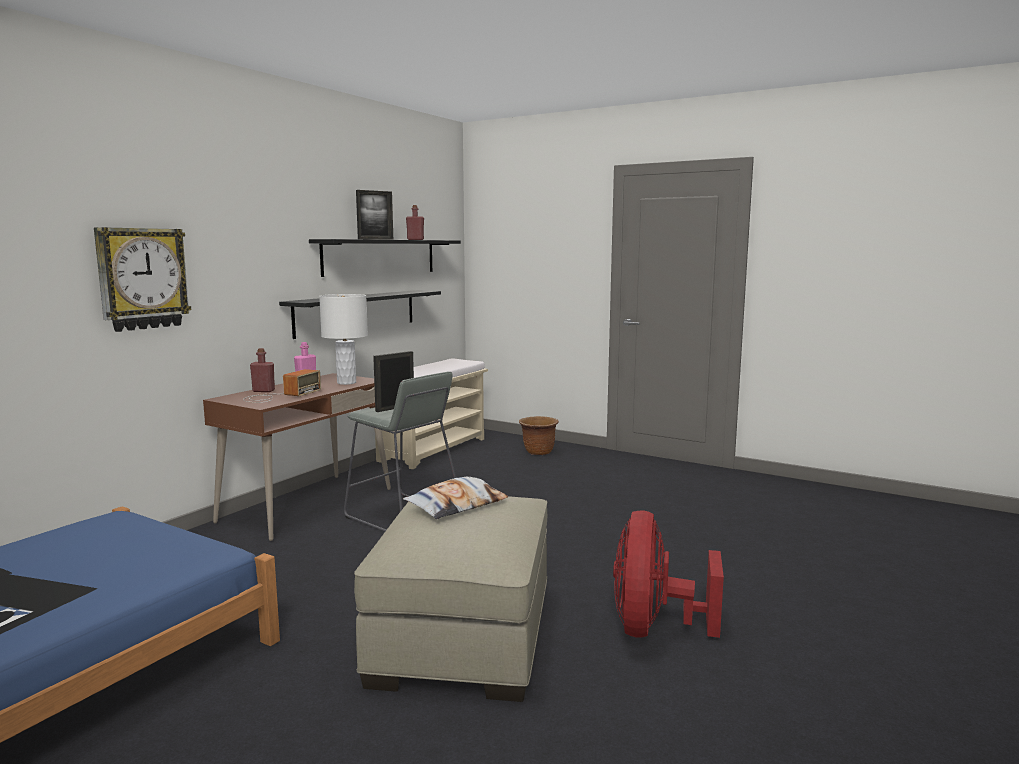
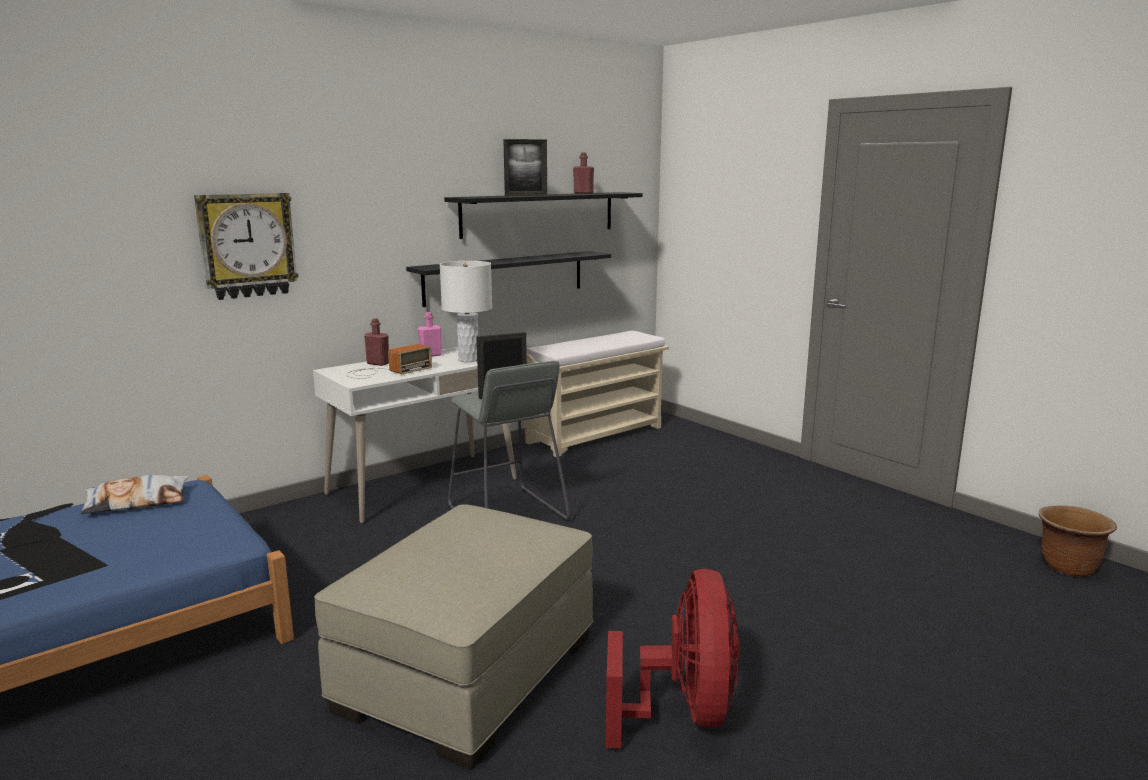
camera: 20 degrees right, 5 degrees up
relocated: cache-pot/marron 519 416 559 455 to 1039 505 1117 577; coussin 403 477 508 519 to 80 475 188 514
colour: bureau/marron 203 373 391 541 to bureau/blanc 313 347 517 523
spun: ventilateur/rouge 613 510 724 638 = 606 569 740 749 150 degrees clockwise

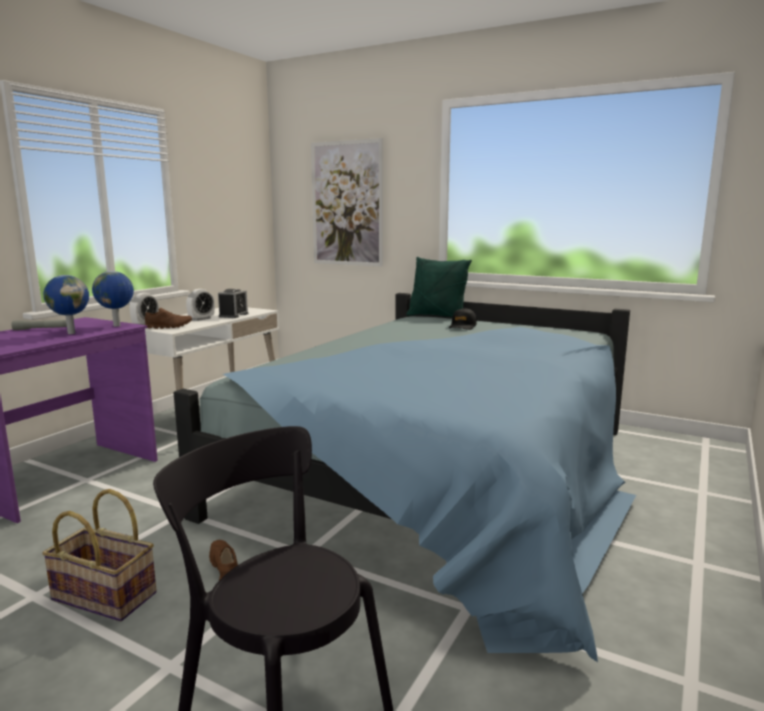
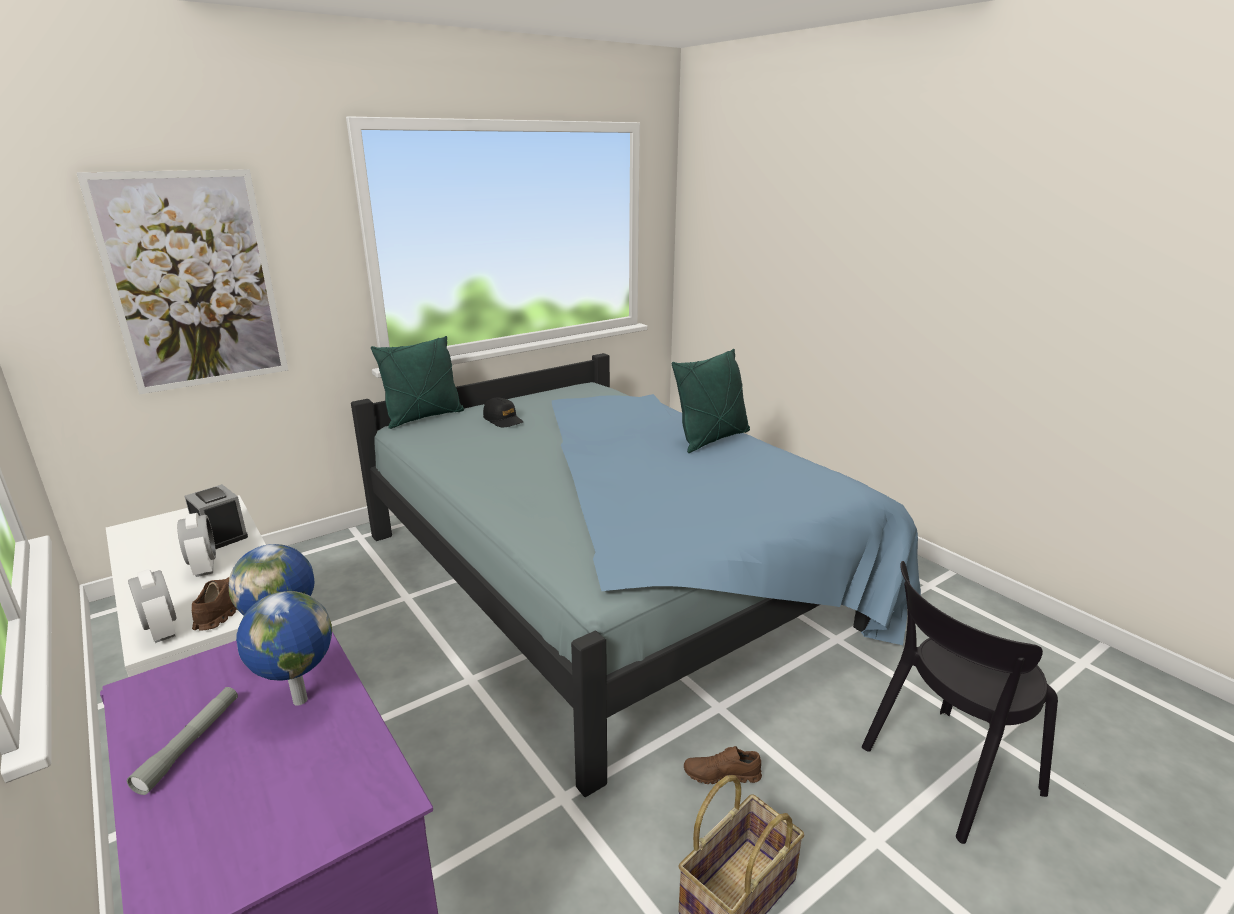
camera: 65 degrees left, 10 degrees up
appeared: coussin/vert 672 349 750 453

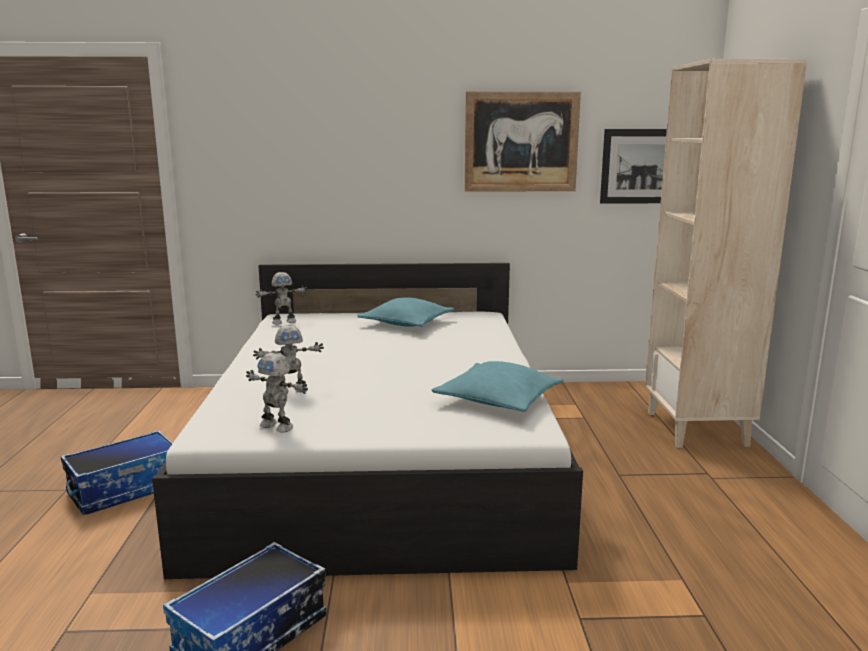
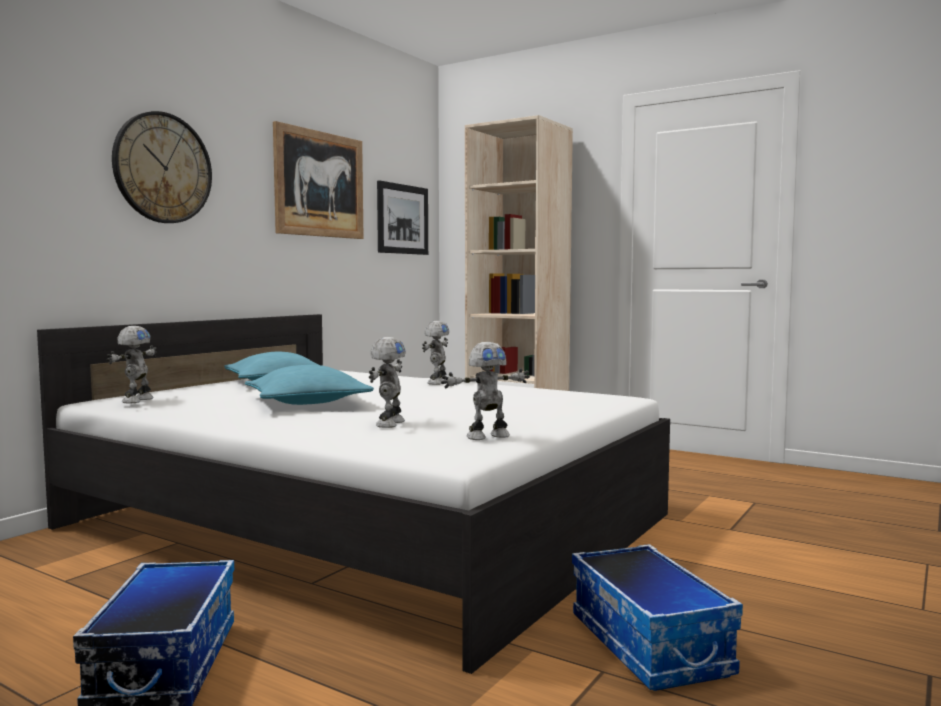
camera: 55 degrees left, 10 degrees down
appeared: horloge murale 112 111 212 223; robot jouet 422 321 449 385
relocated: coussin/turquoise 432 361 564 412 to 245 365 374 405

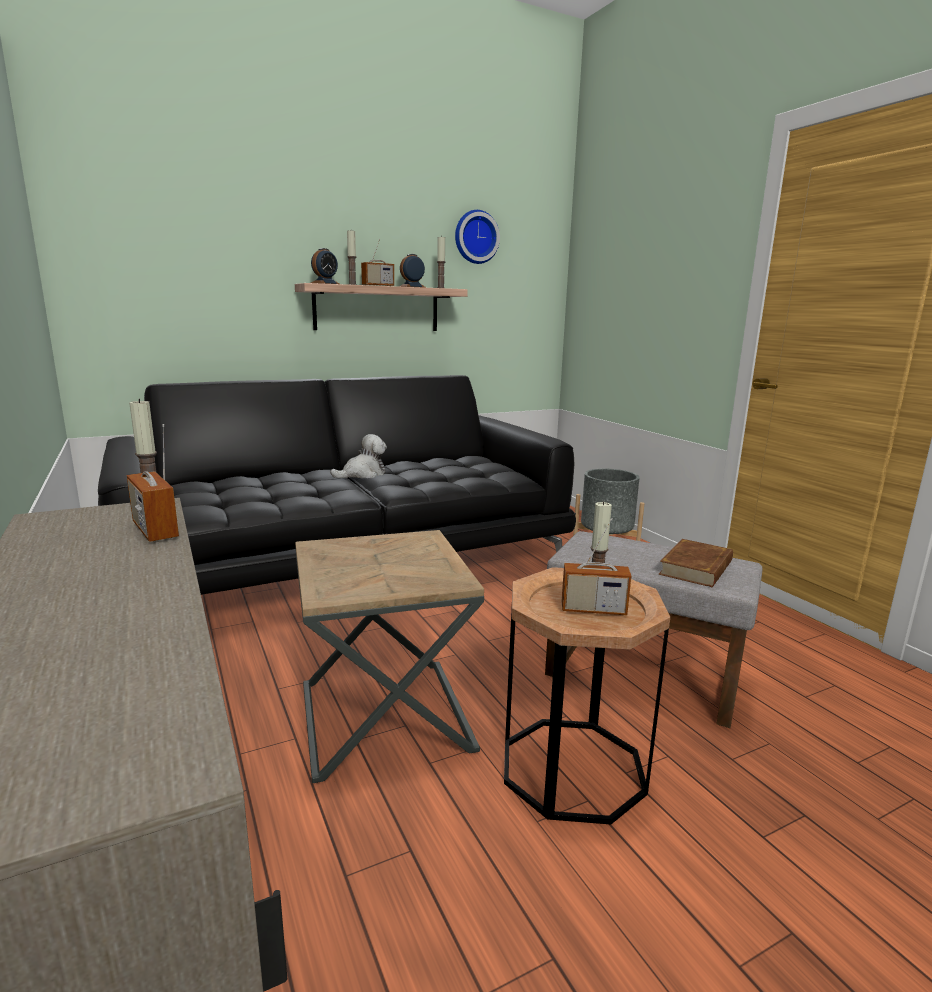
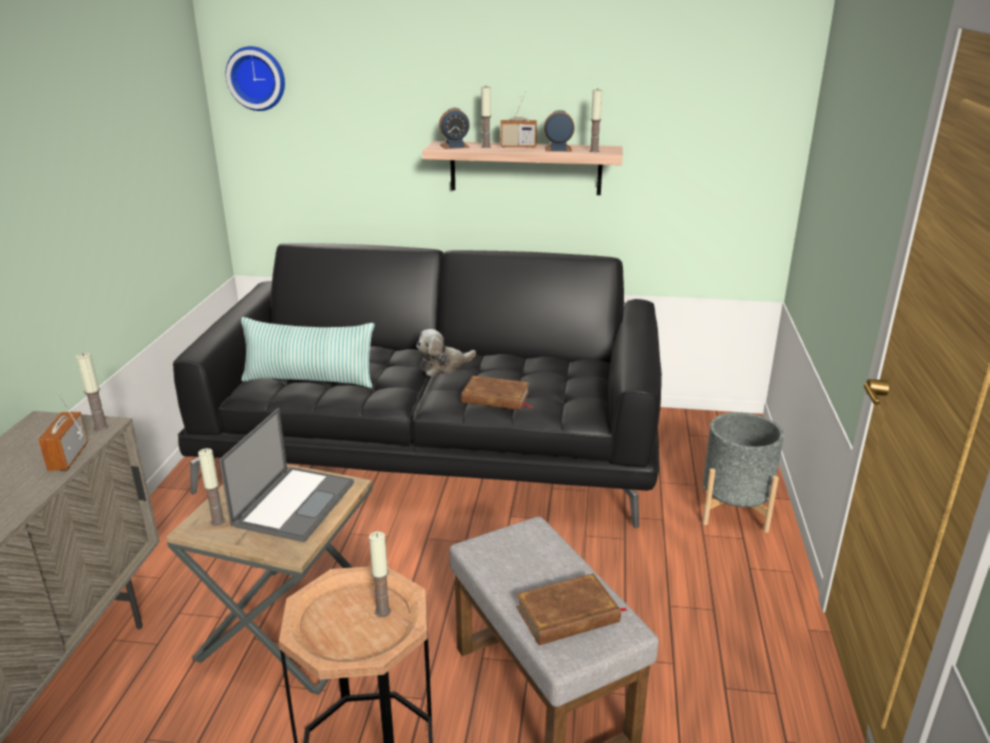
camera: 35 degrees right, 10 degrees up
missing: radio 562 518 631 615
appeared: coussin 241 317 374 388; livre/marron 461 376 533 410; ordinateur portable 219 408 354 542; bougie 198 448 226 526
relocated: horloge murale 455 210 500 264 to 226 46 285 111
spun: peluche 330 434 387 478 = 416 329 476 376 150 degrees clockwise

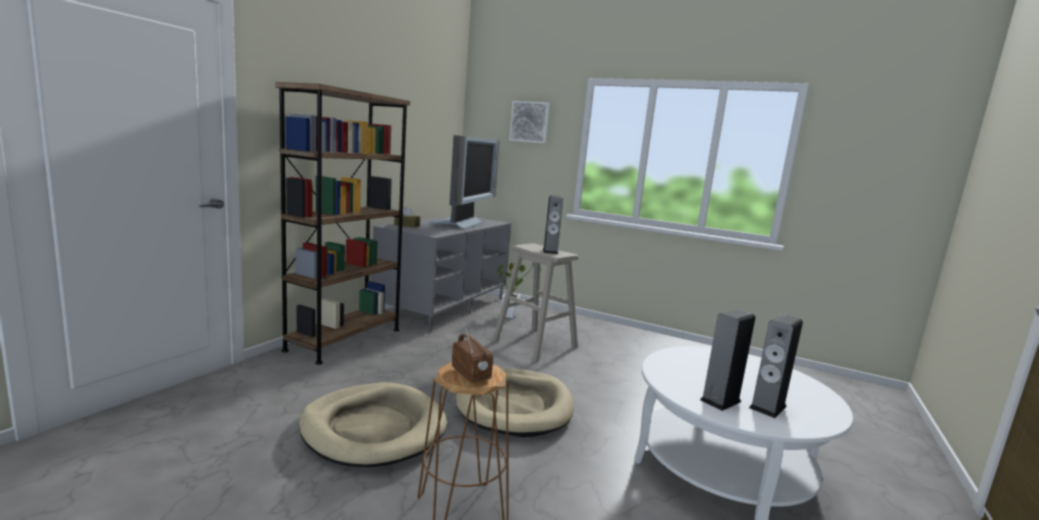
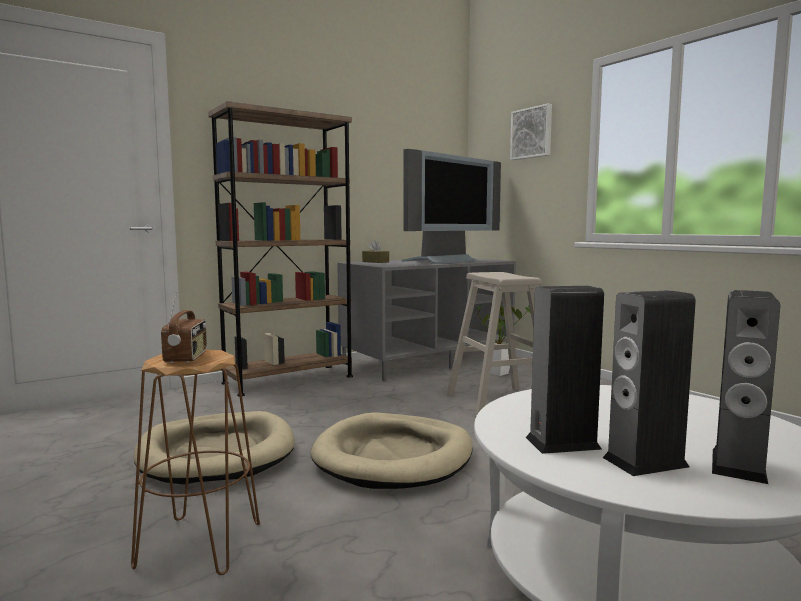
camera: 30 degrees right, 5 degrees down
relocated: enceinte 543 195 563 254 to 712 290 780 484

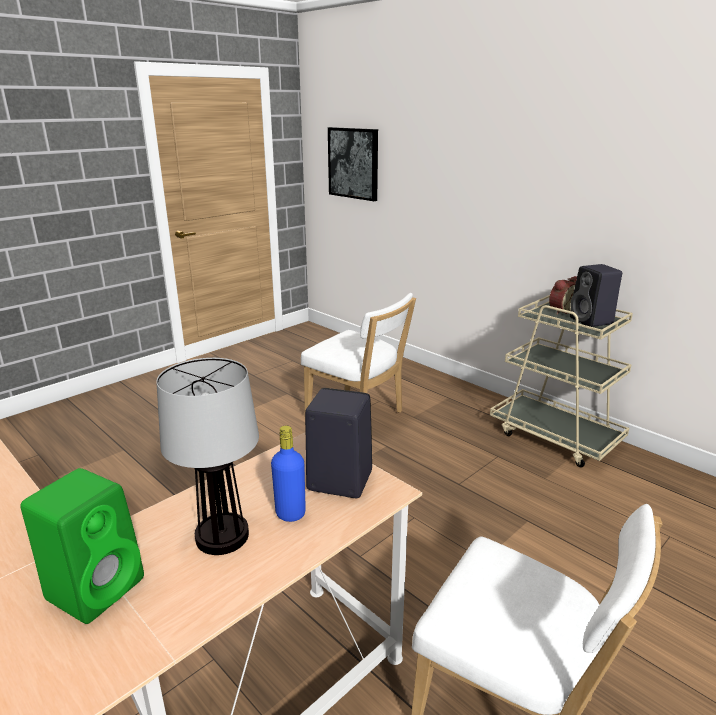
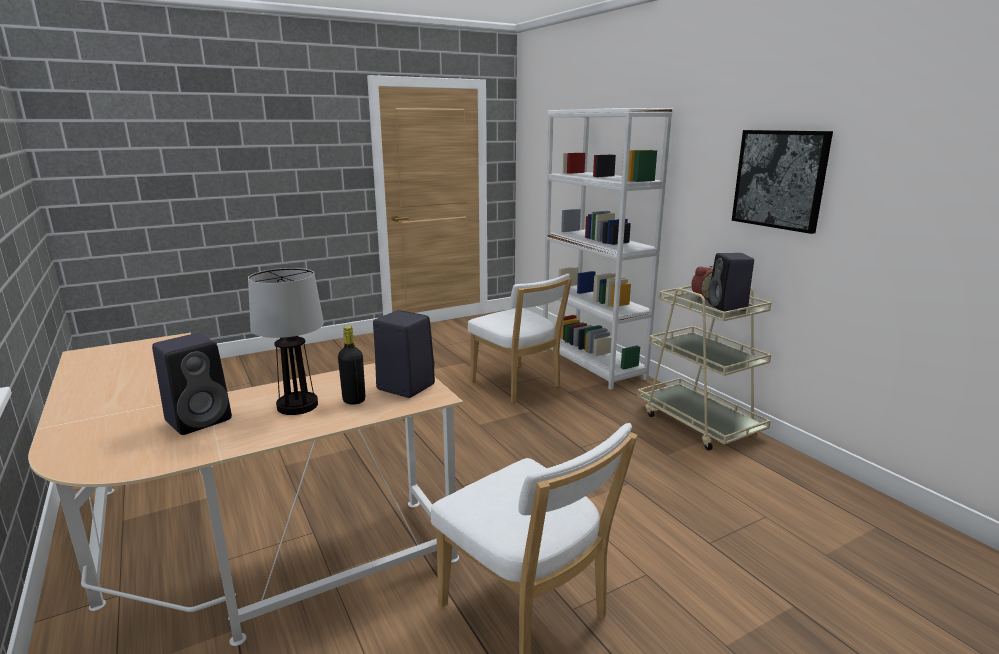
camera: 15 degrees right, 5 degrees down
appeared: bibliothèque/blanc 543 108 673 390
relocated: tableau 328 127 378 201 to 732 130 833 234
colour: bouteille/bleu 271 426 306 522 to bouteille/noir 338 326 365 404; enceinte/vert 20 468 144 624 to enceinte/noir 152 333 232 435

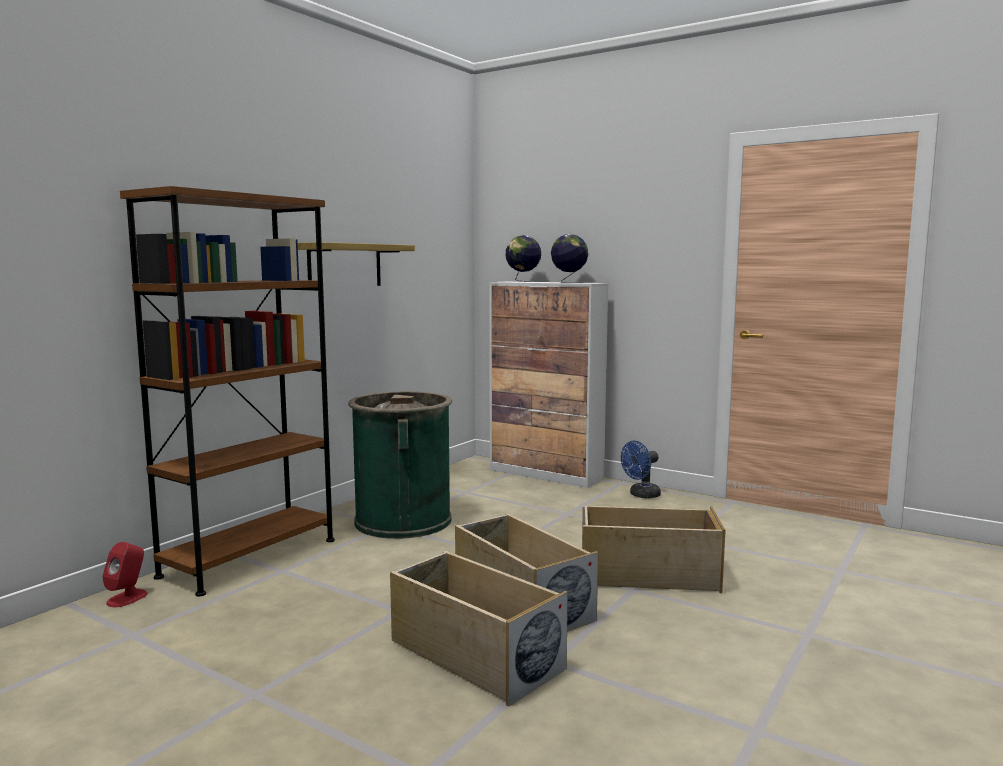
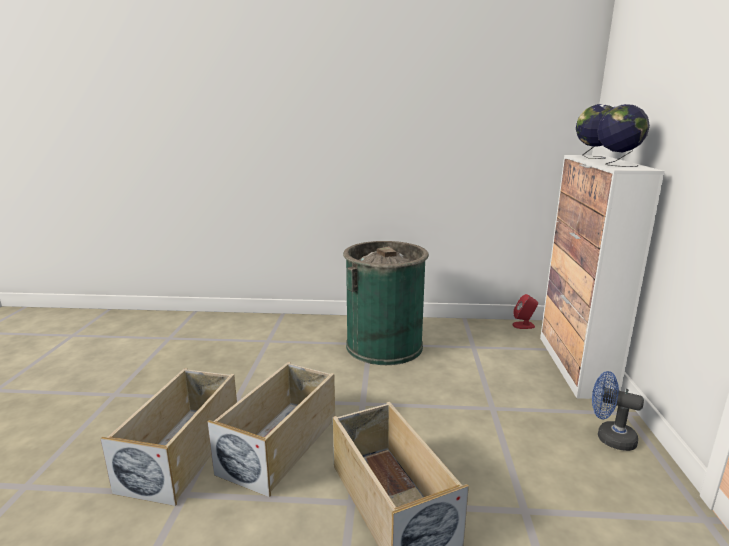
camera: 60 degrees right, 10 degrees up
missing: bibliothèque/marron 120 186 335 597; étagère 298 242 415 286
relocated: enceinte/rouge 102 542 148 607 to 512 294 538 329

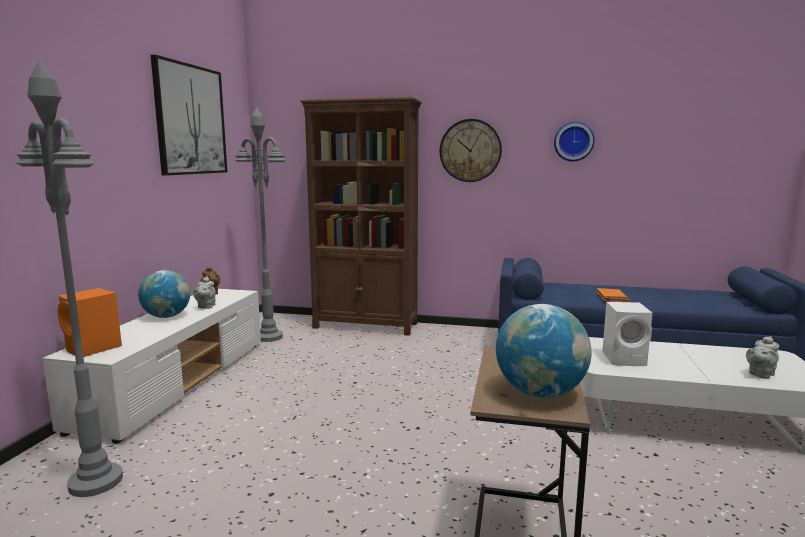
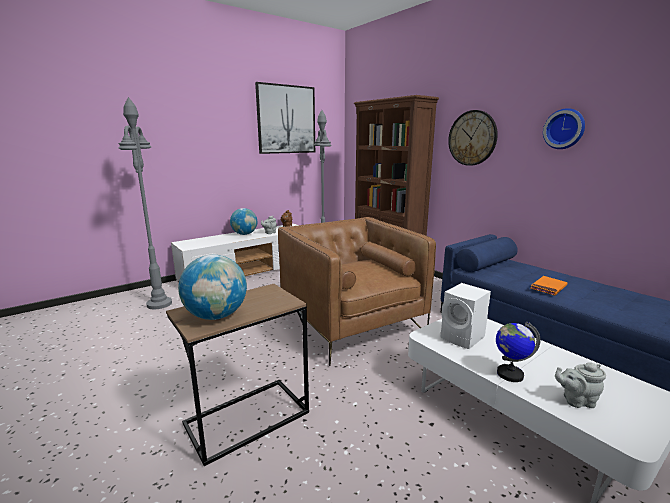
camera: 40 degrees right, 5 degrees up
missing: enceinte/orange 58 288 122 357
appeared: fauteuil/marron 278 217 436 366; globe 496 322 541 382

